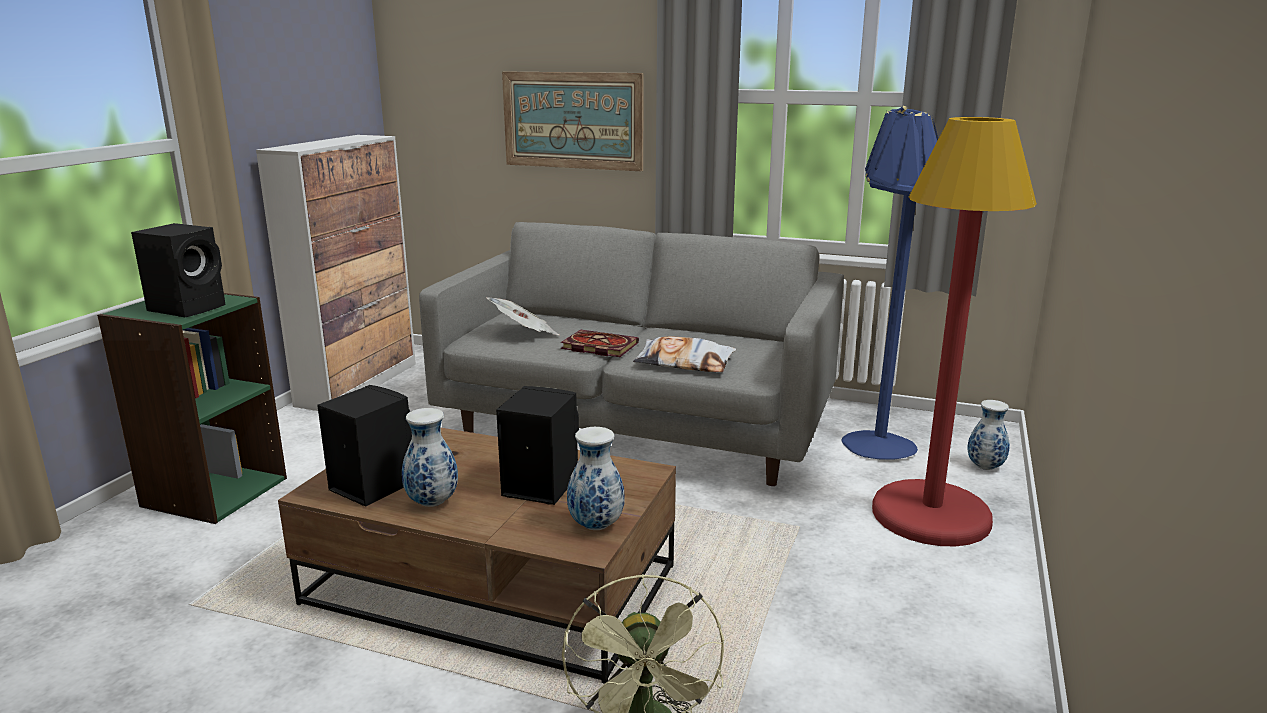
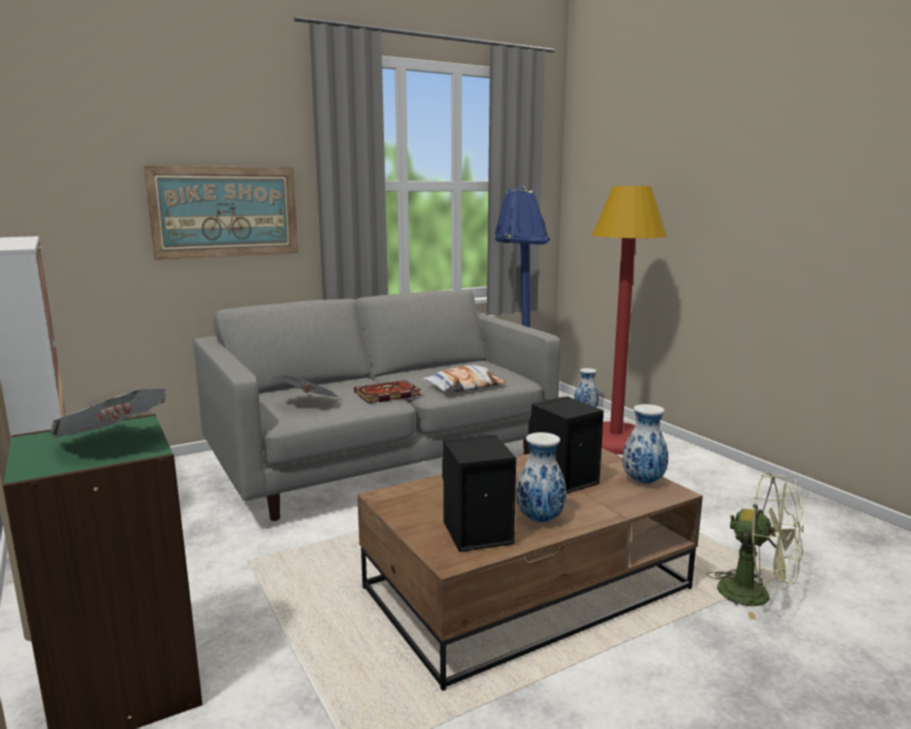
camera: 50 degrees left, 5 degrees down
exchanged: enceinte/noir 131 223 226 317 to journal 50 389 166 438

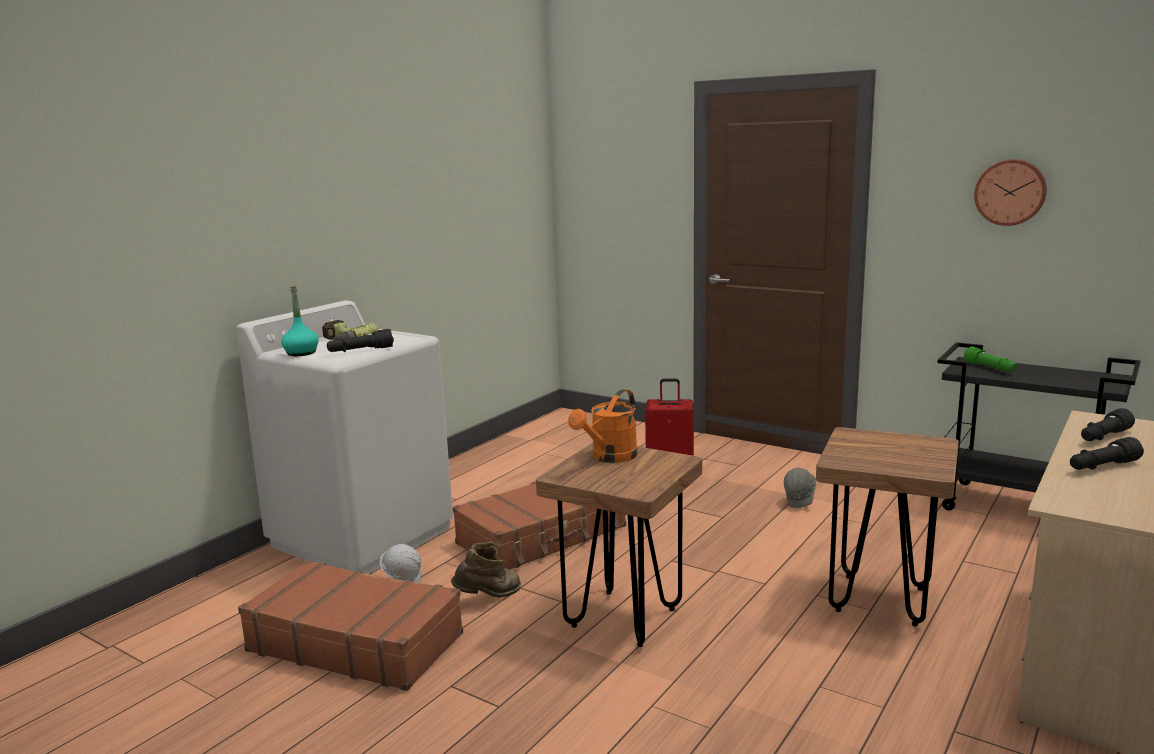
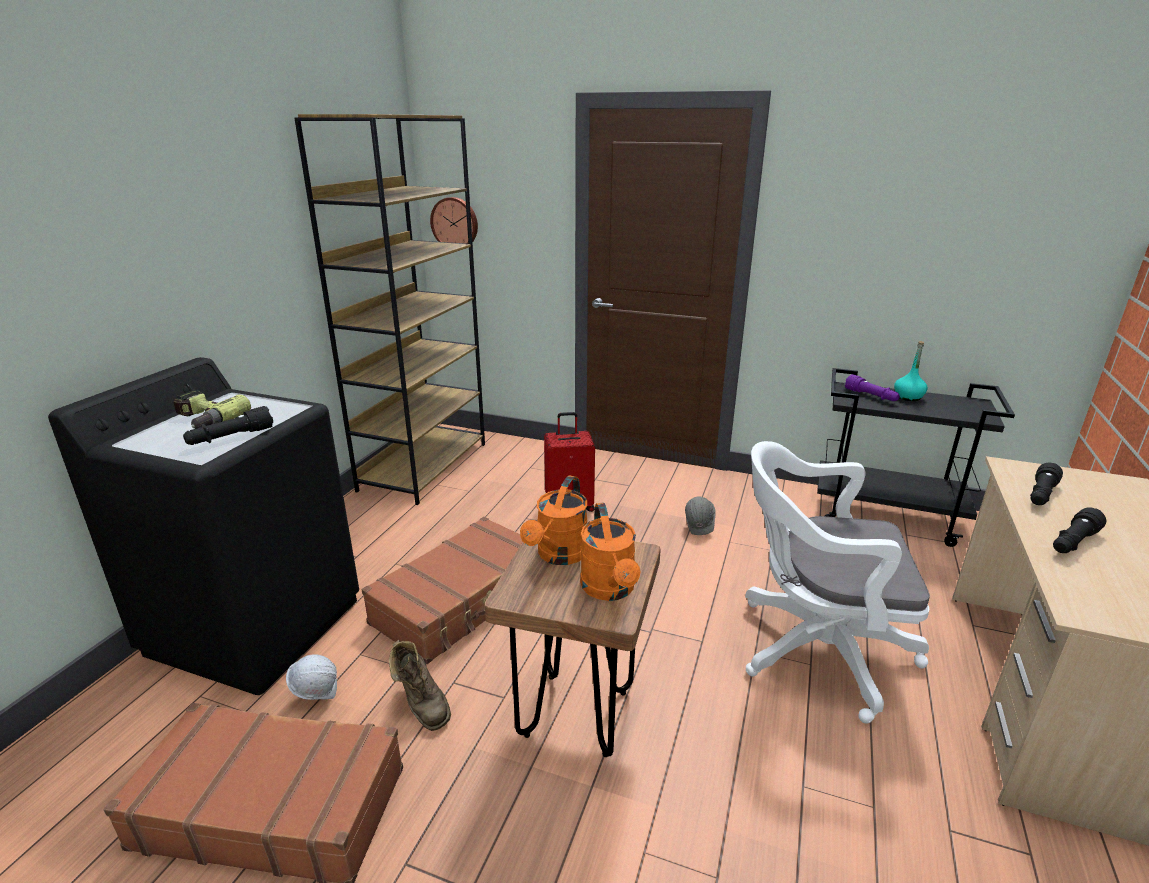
camera: 15 degrees left, 10 degrees up
appeared: bibliothèque/marron 294 114 485 505; arrosoir/orange 580 503 640 601
relocated: horloge murale 974 159 1047 226 to 430 197 478 244; bouteille/turquoise 281 285 319 356 to 894 341 928 401
exchanged: tabouret/marron 816 427 959 626 to chaise de bureau/blanc 745 441 930 724
colour: lave-linge/blanc 236 300 453 574 to lave-linge/noir 48 357 359 695; lampe de poche/vert 964 347 1017 372 to lampe de poche/violet 845 374 900 401
spun: botte/marron 451 542 521 598 = 389 640 451 731 105 degrees clockwise

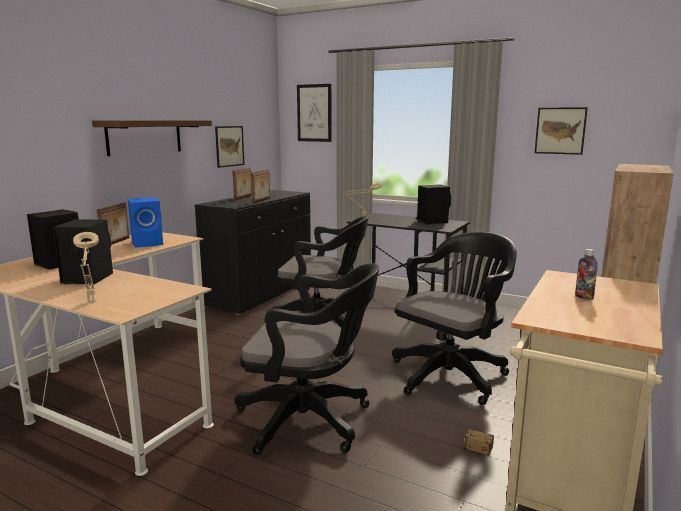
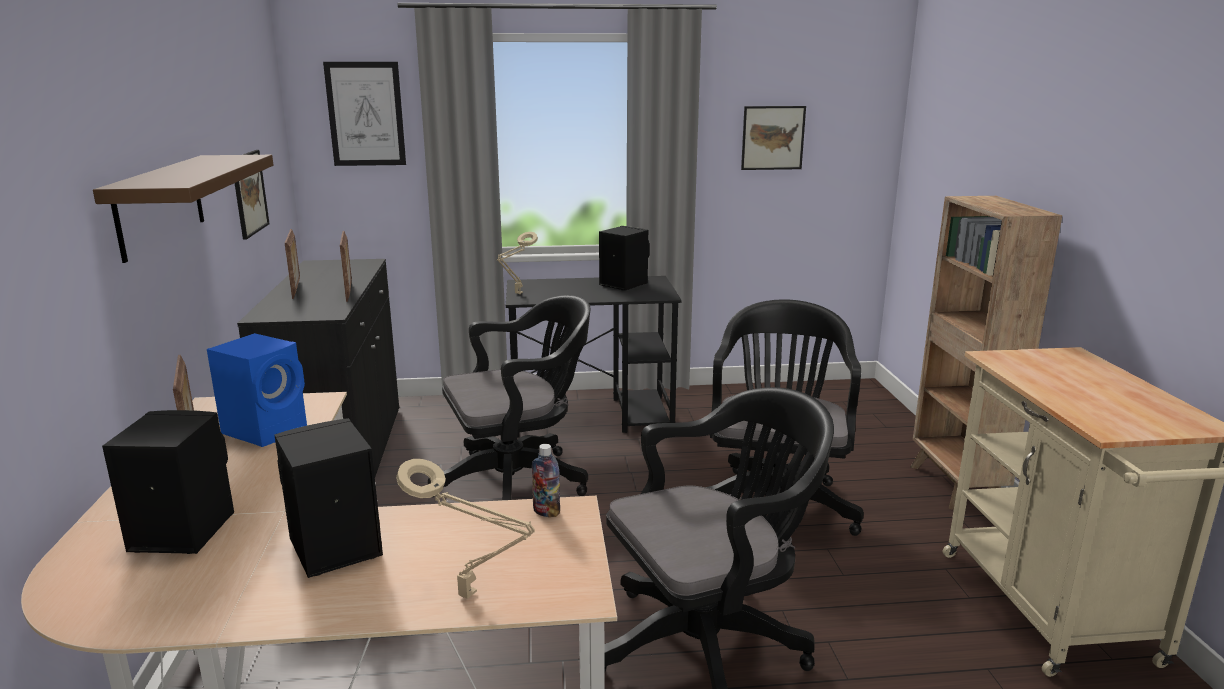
camera: 35 degrees left, 5 degrees up
missing: boîte de rangement 434 400 495 456
relocated: bouteille 575 249 598 300 to 532 444 560 517

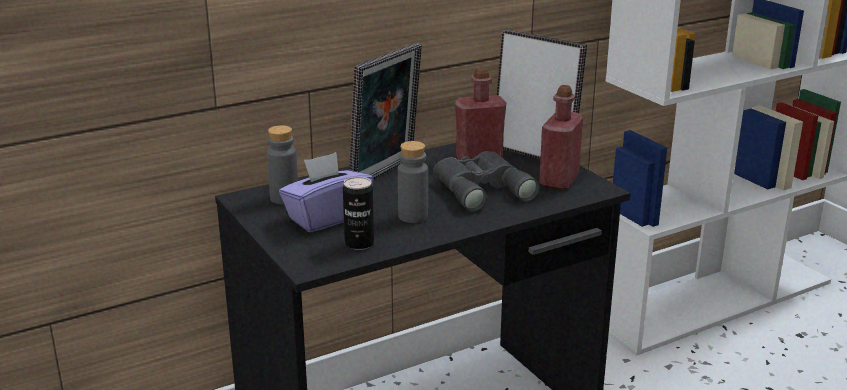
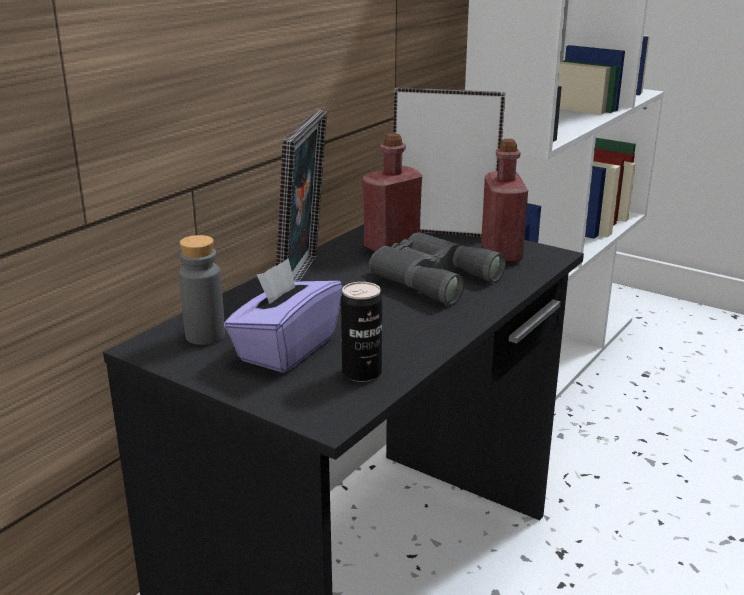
camera: 25 degrees left, 0 degrees up
missing: bouteille/gris 398 141 428 223

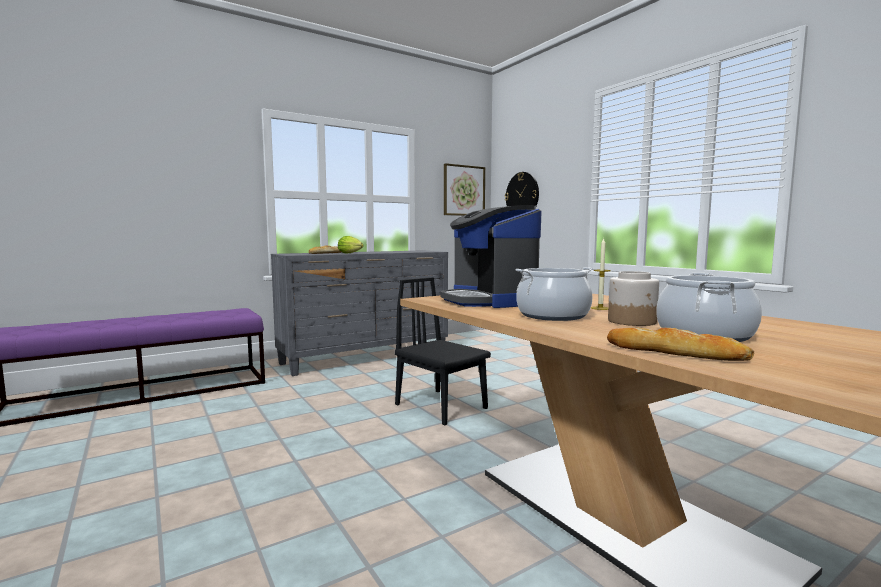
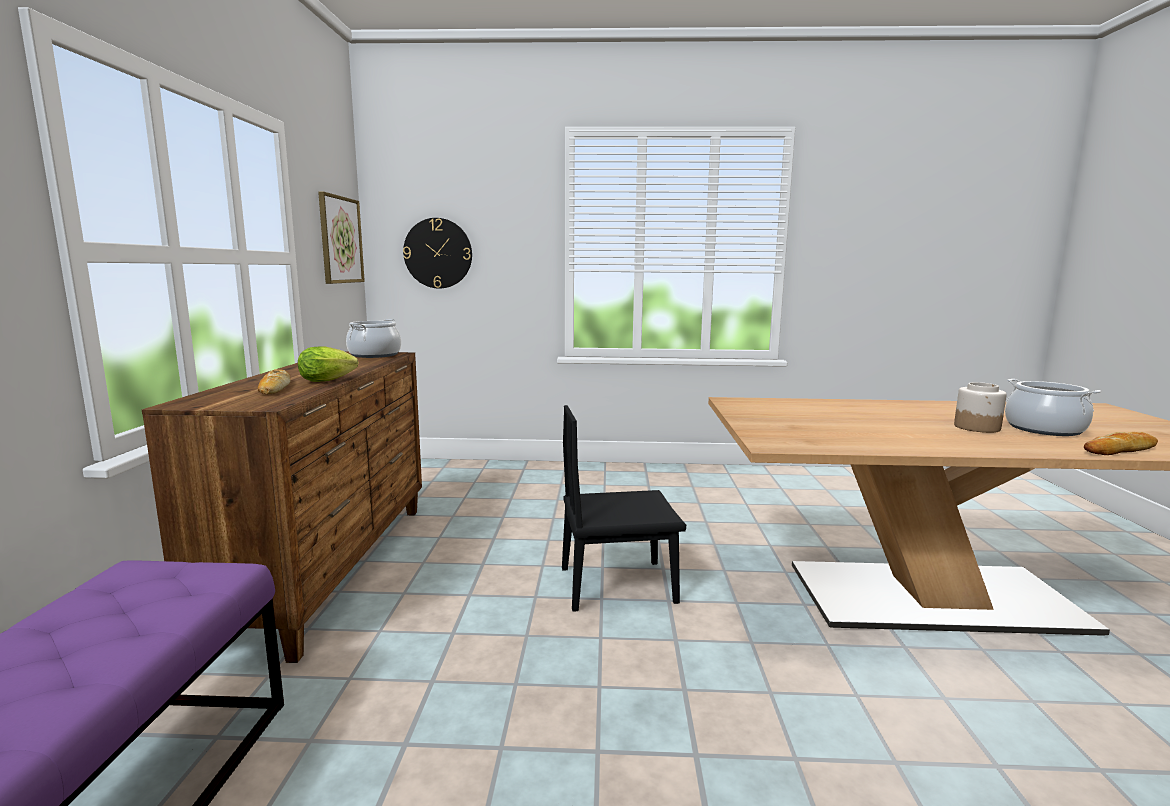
camera: 55 degrees left, 5 degrees up
missing: machine à café 440 205 541 308; bougie 591 237 611 310
relocated: marmite 516 267 593 321 to 346 319 401 358
colour: commode/gris 271 250 448 376 to commode/marron 142 352 422 663

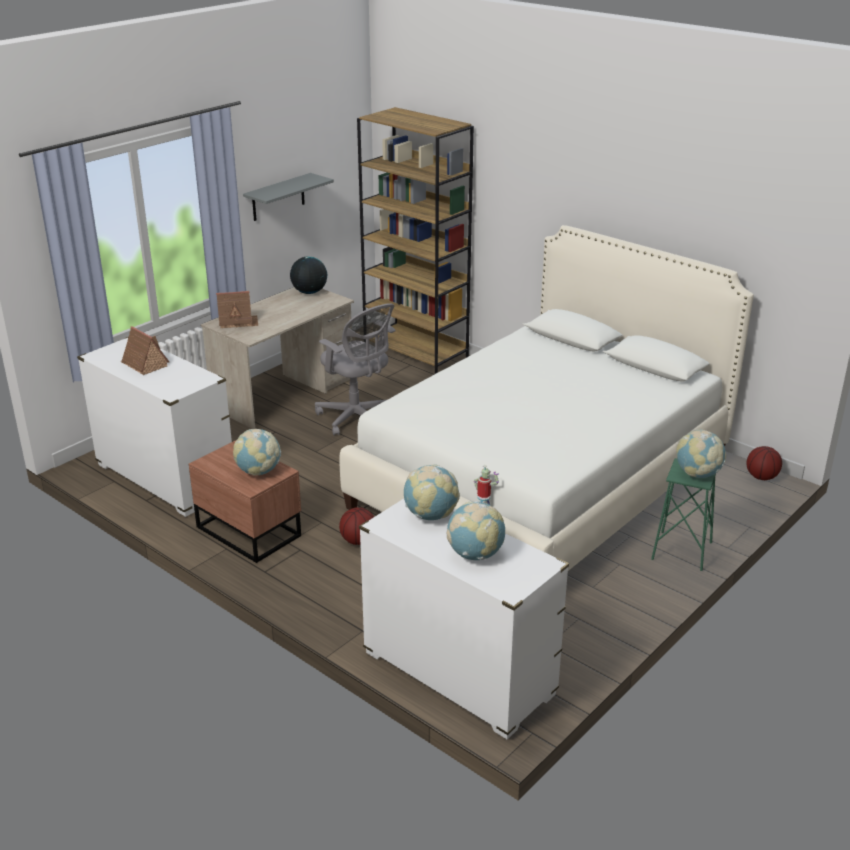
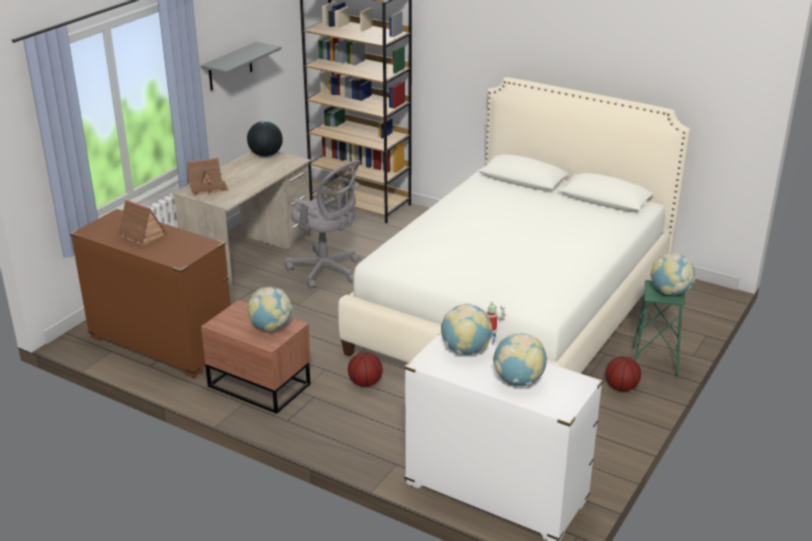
camera: 10 degrees left, 0 degrees up
relocated: ballon de basket 746 446 782 480 to 605 356 641 391
colour: commode/blanc 77 337 232 517 to commode/marron 70 208 231 378

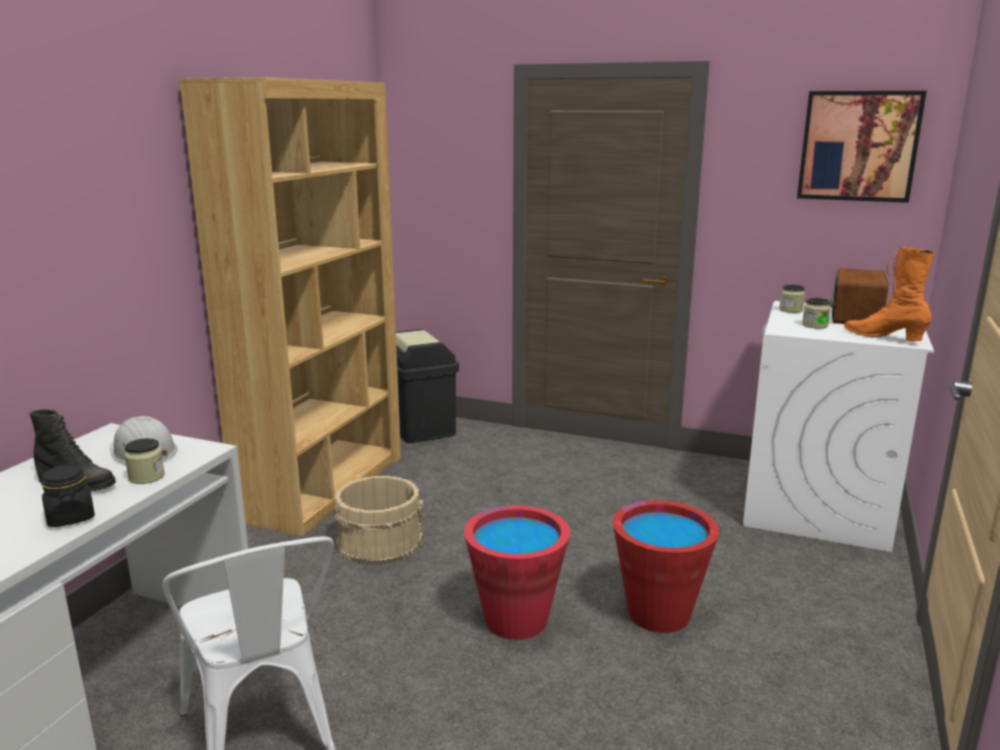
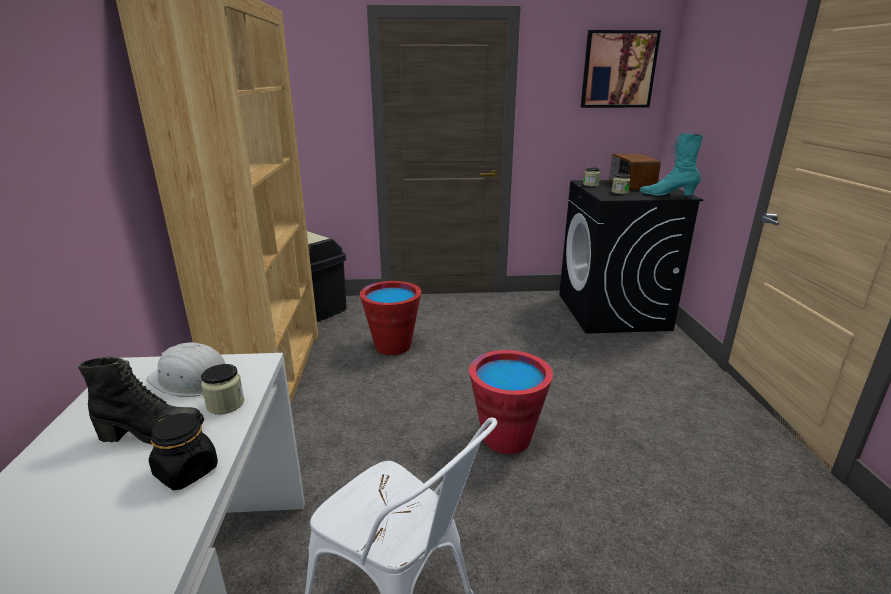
camera: 25 degrees left, 5 degrees up
missing: seau/beige 334 476 423 565
relocated: seau/rouge 613 500 719 633 to 360 281 421 355
colour: botte/orange 844 247 935 342 to botte/turquoise 639 133 703 196; lave-linge/blanc 743 301 934 552 to lave-linge/noir 559 180 703 334

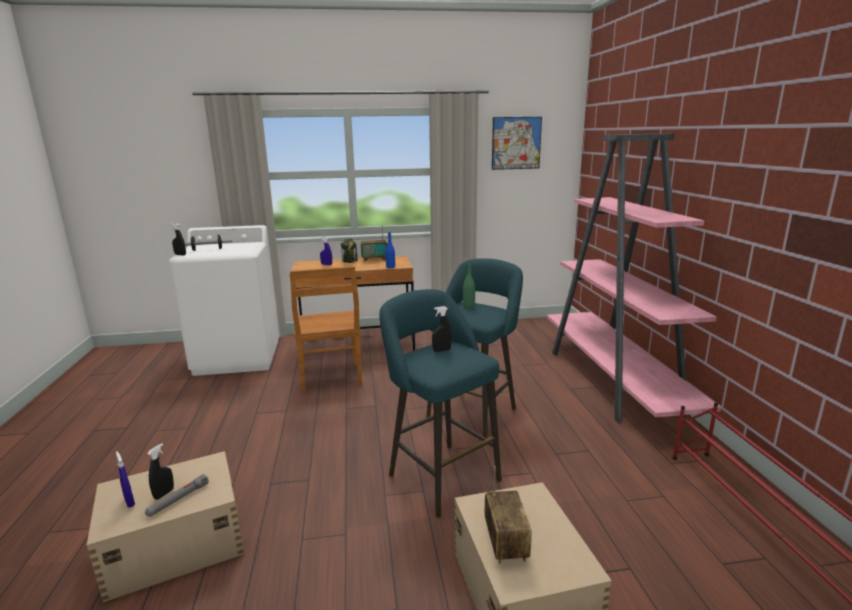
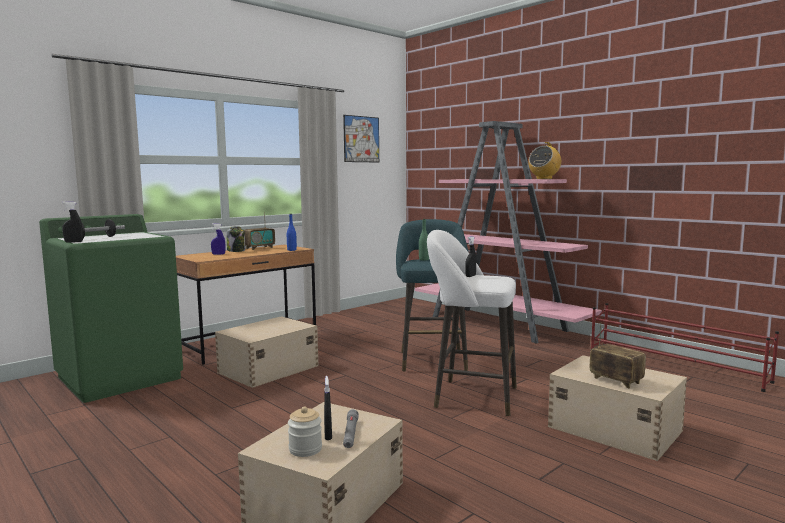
camera: 35 degrees left, 10 degrees down
appeared: radio 528 142 561 179
exchanged: chaise/marron 290 266 362 393 to boîte de rangement/beige 215 316 319 388; vaporisateur/bleu 116 451 135 508 to bocal 288 406 322 457
colour: lave-linge/blanc 169 225 280 376 to lave-linge/vert 39 214 183 403; tabouret/turquoise 379 289 502 518 to tabouret/blanc 427 230 517 416

